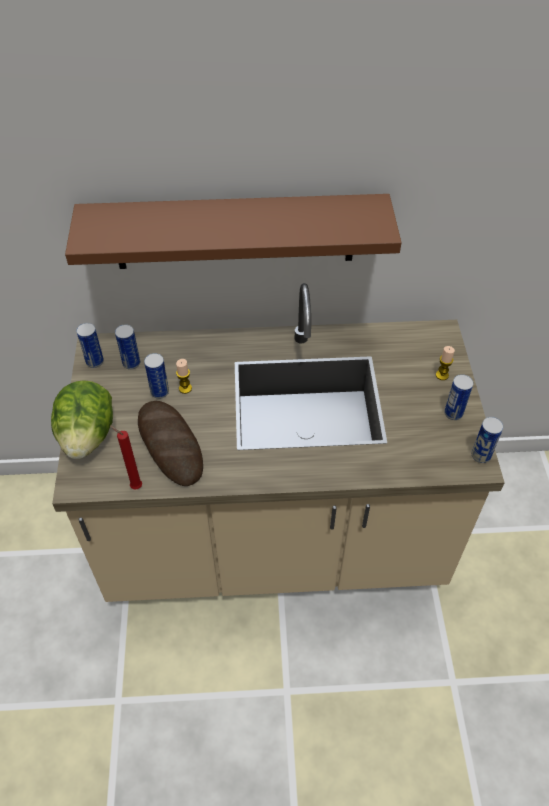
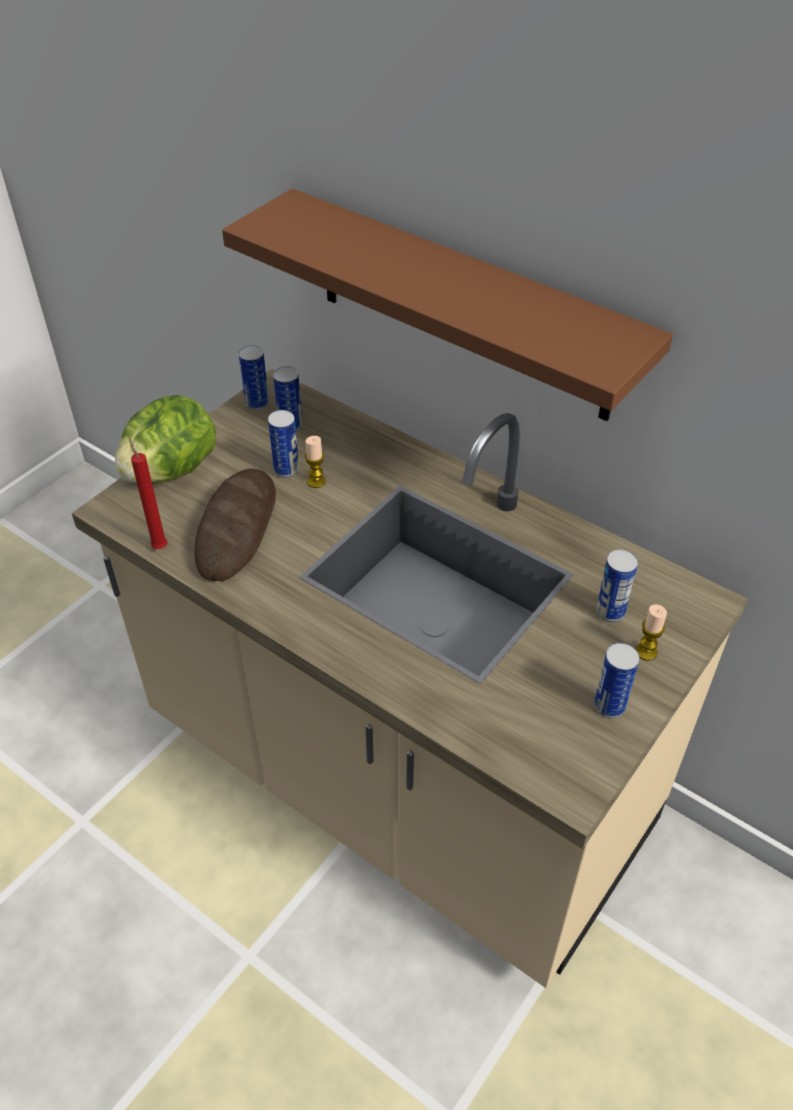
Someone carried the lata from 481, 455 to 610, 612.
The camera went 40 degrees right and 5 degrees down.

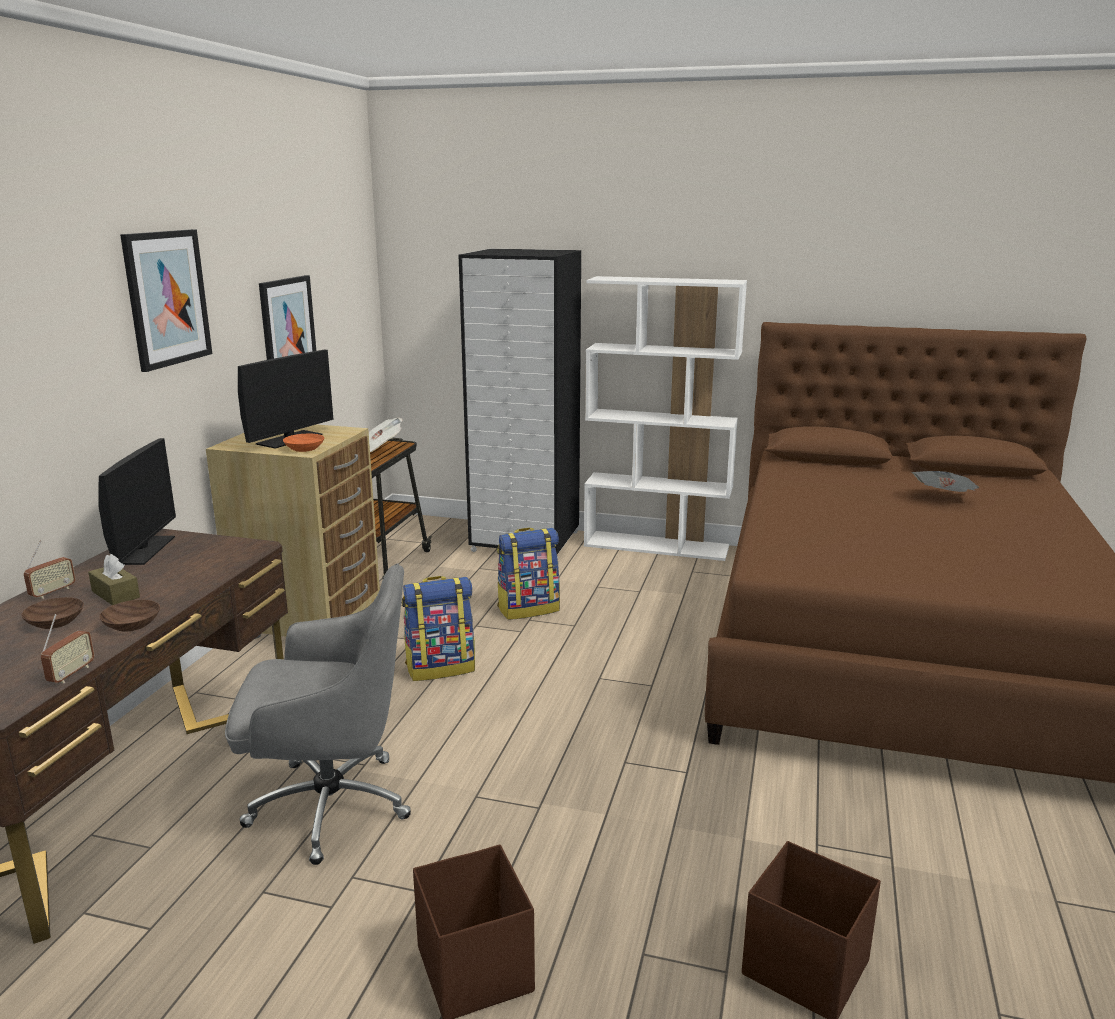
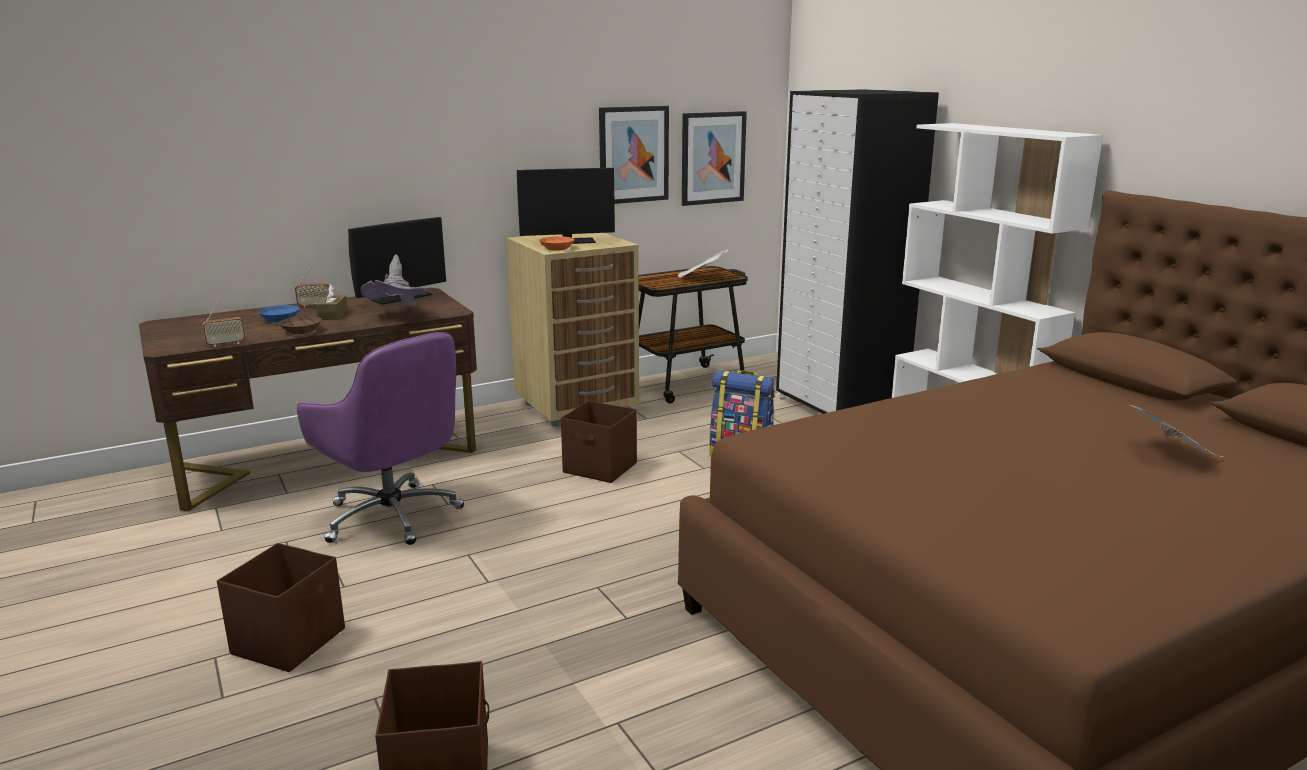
Someone repainted the cuenco [marrón] at 57, 621, which became the cuenco [azul] at 281, 319.
Someone carried the cuadro from 167, 298 to 712, 158.
Someone repainted the silla de oficina [gris] at 331, 806, which became the silla de oficina [morado] at 390, 517.
Someone swapped the mochila at 441, 667 for the caja de almacenaje [marrón] at 600, 468.
Someone put down the sombrero [gris] at 398, 315.
The camera went 45 degrees right and 0 degrees up.

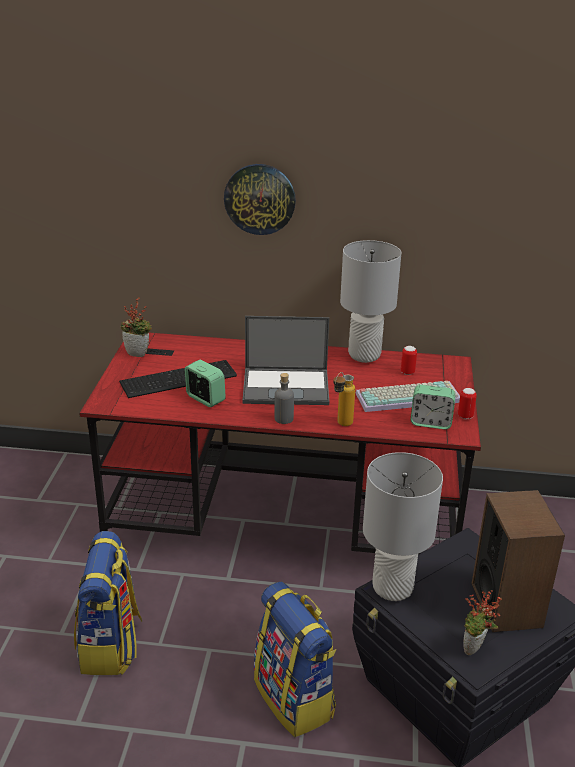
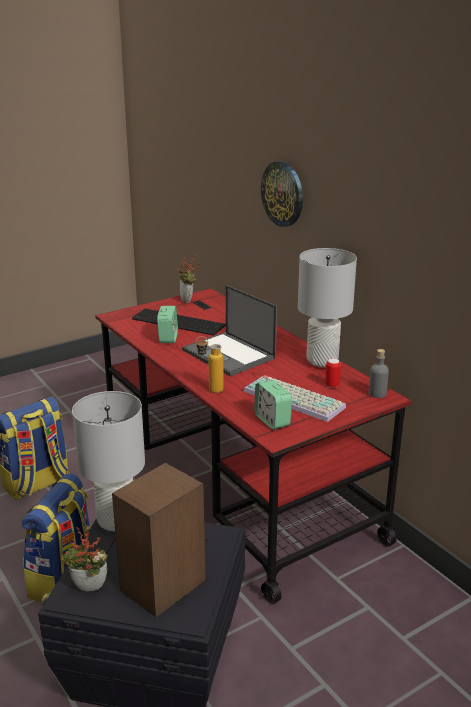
Someone carried the botella [gris] from 283, 419 to 377, 393.
Someone took away the lata at 465, 416.
The camera went 50 degrees right and 5 degrees down.

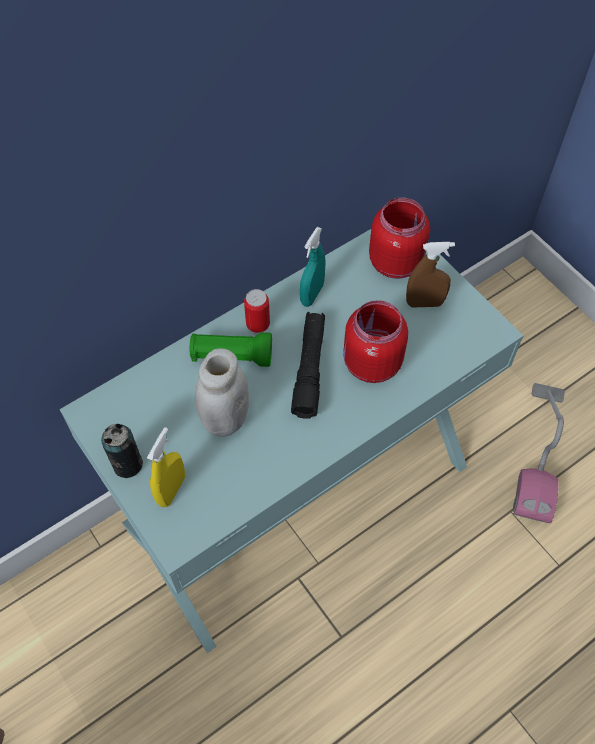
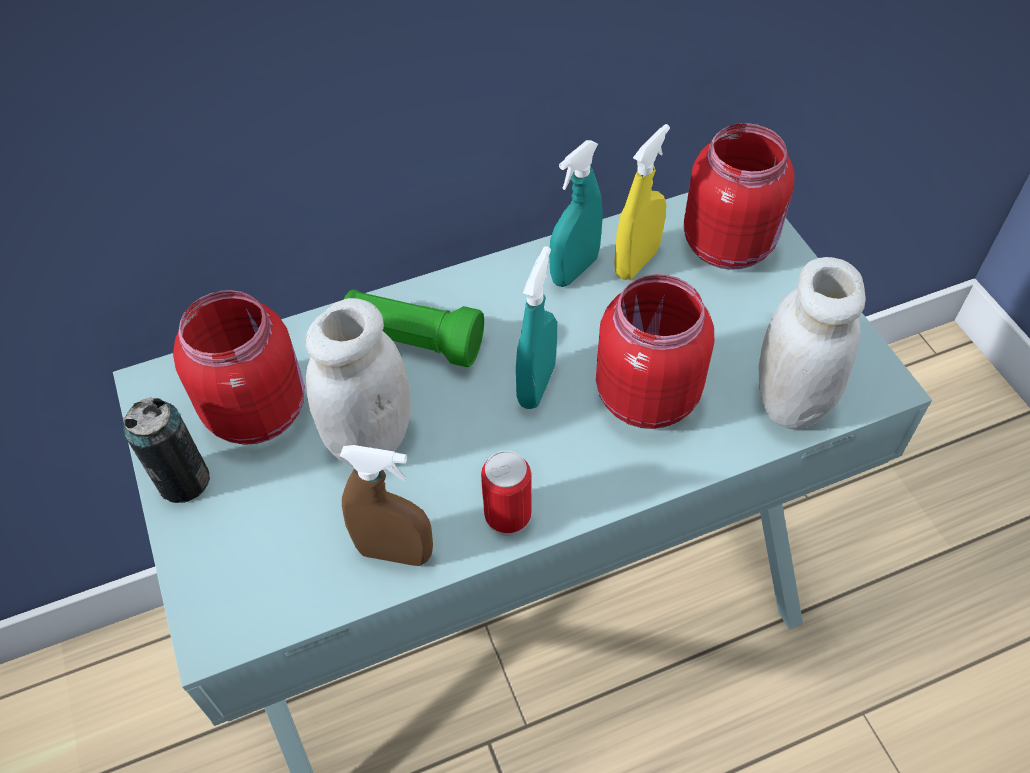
Someone carried the pulverizador [amarillo] from 171, 490 to 636, 262.
Someone carried the lata from 258, 325 to 508, 516.
Someone swapped the linterna [negro] at 309, 369 for the pulverizador [turquesa] at 536, 385.
Someone carried the pulverizador [marrón] from 424, 303 to 395, 552.
Someone took away the aspiradora at 539, 452.
Someone put down the tarro [rojo] at 258, 409.
Someone put down the tarro [blanco] at 790, 401.
The camera went 15 degrees right and 5 degrees down.

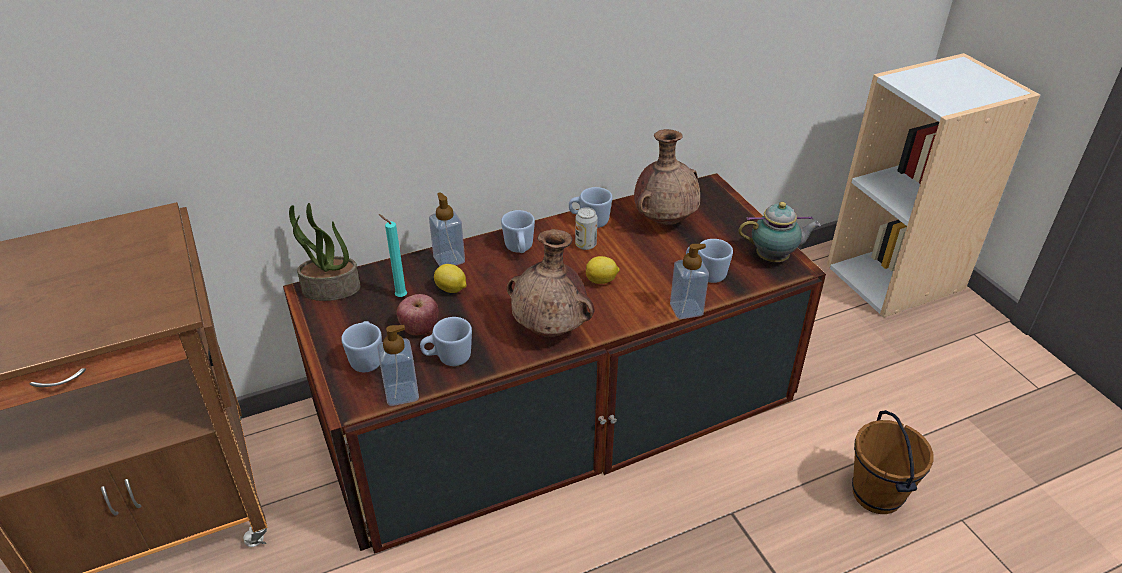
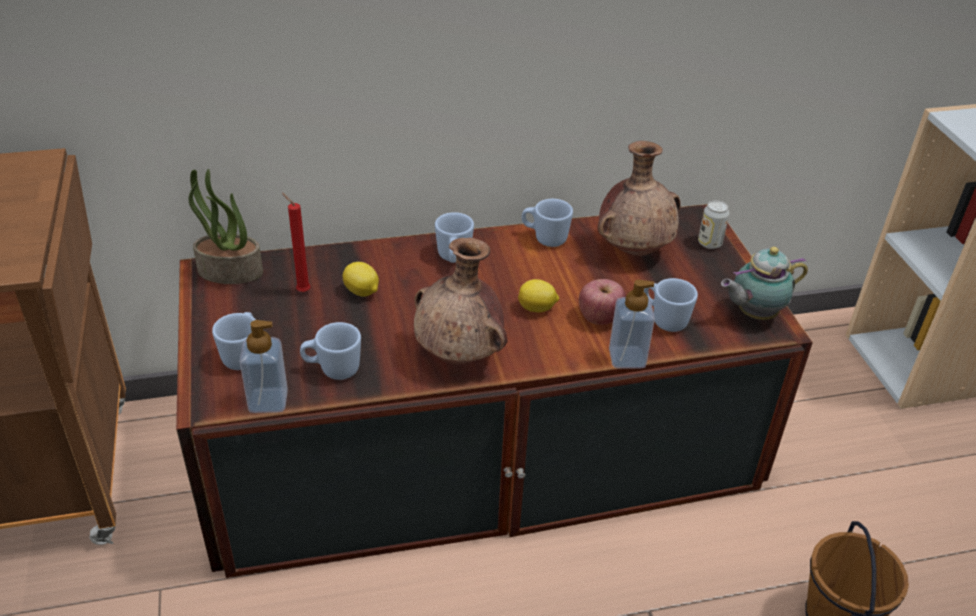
Someone repainted the vela [turquesa] at 399, 296, which became the vela [rojo] at 301, 291.
Someone carried the manzana from 419, 328 to 599, 318.
Someone took away the dispensador de jabón at 449, 259.
Someone carried the lata from 585, 245 to 709, 243.
Someone rotated the tetera at 774, 258 by 150 degrees clockwise.
The camera went 10 degrees right and 0 degrees up.

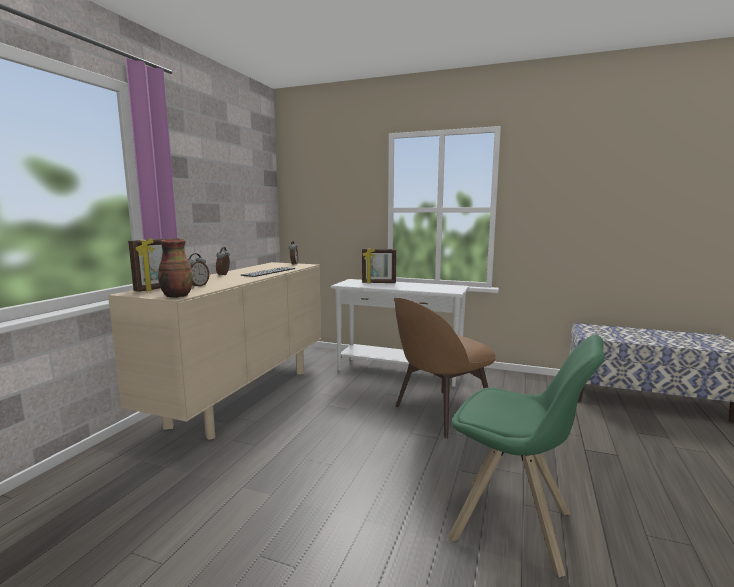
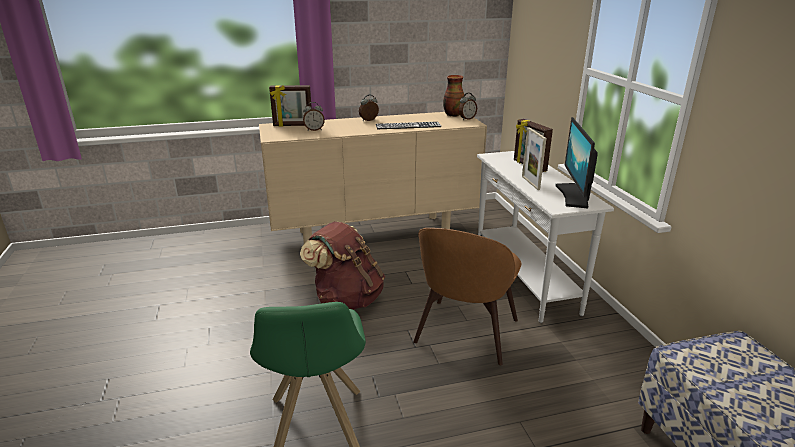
Someone carried the florero from 176, 296 to 453, 115.
Someone rotated the silla [marrón] at 440, 413 by 90 degrees counterclockwise.
Someone put down the mochila [marrón] at 347, 299.
Someone put down the portarretratos at 530, 183.
Someone put down the monitor at 573, 196.
The camera went 55 degrees right and 15 degrees up.

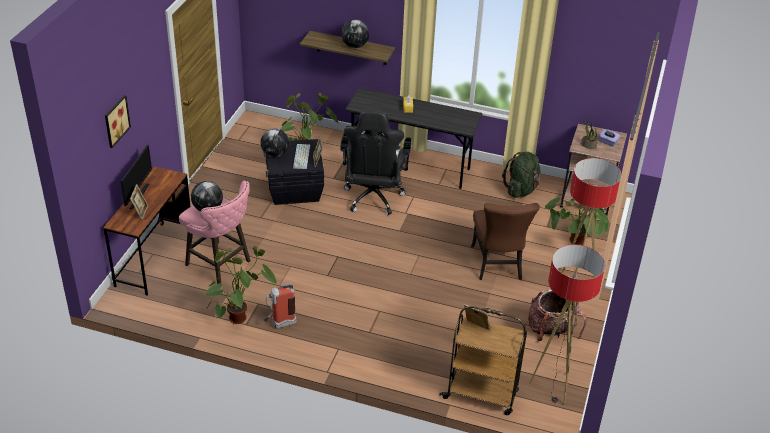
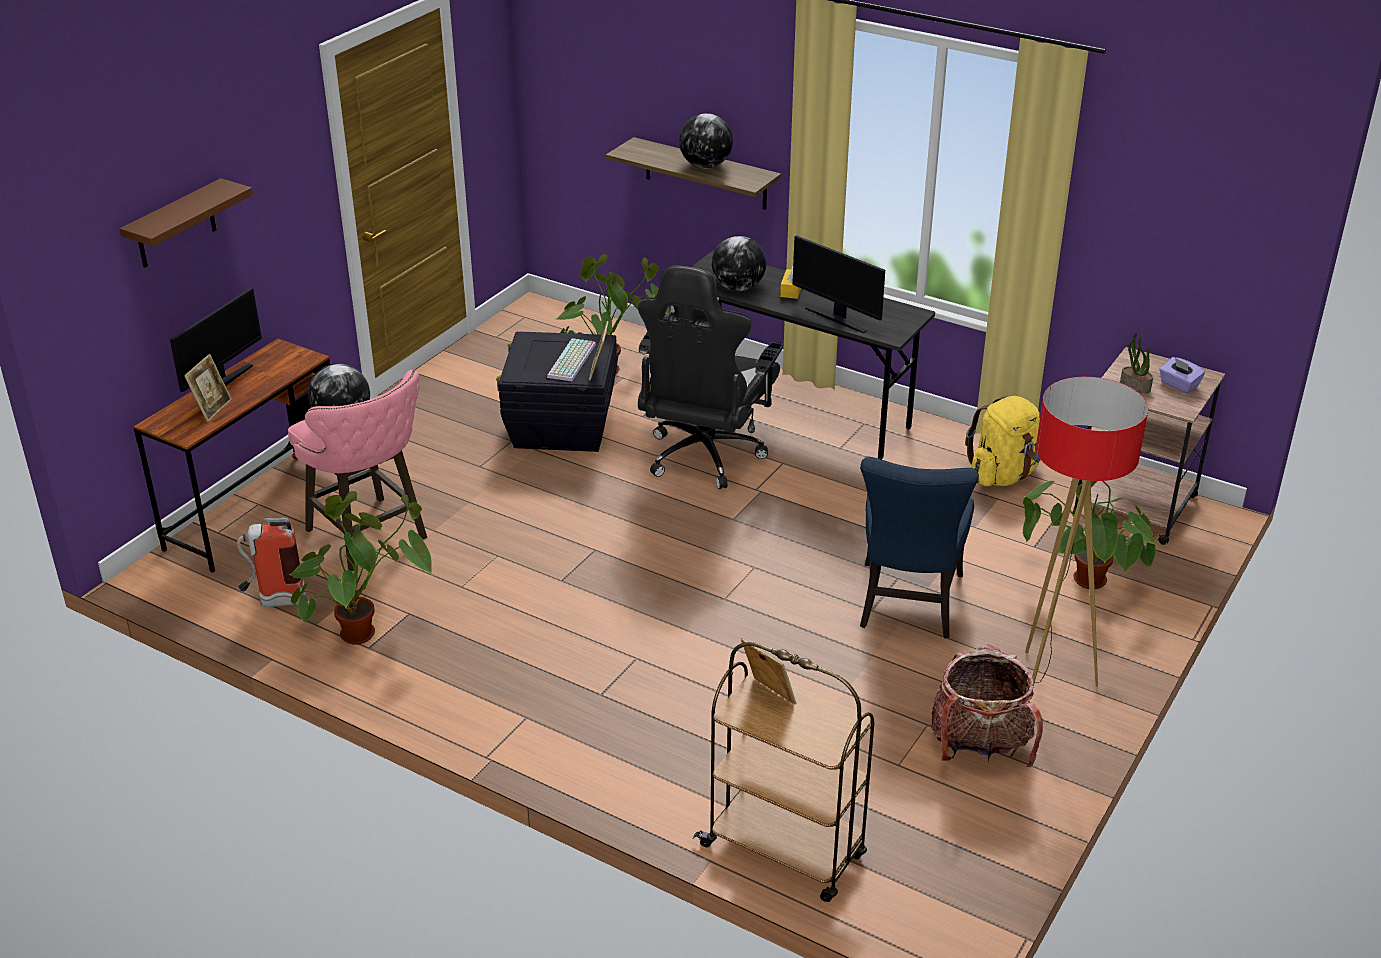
Someone swapped the cuadro at 115, 120 for the estante [marrón] at 175, 225.
Someone carried the globo terráqueo from 275, 154 to 738, 288.
Someone carried the extintor from 279, 324 to 274, 601.
Someone repainted the silla [marrón] at 498, 265, which became the silla [azul] at 908, 605.
Someone repainted the mochila [verde] at 521, 190, which became the mochila [amarillo] at 1003, 475.
Someone took away the lámpara de pie at 553, 387.
Someone put down the monitor at 837, 319.
The camera went 15 degrees right and 5 degrees down.

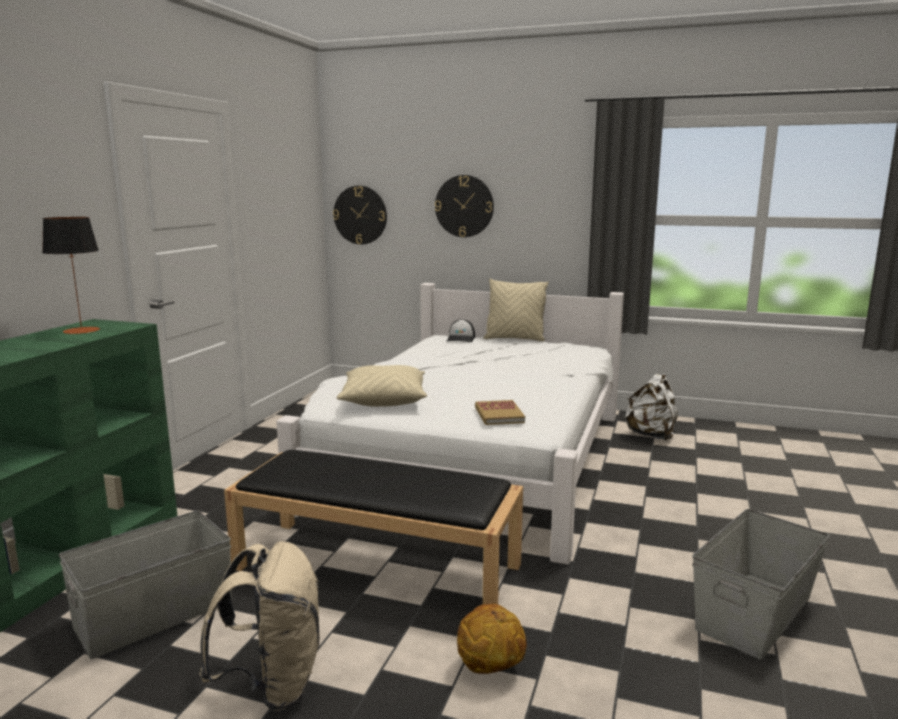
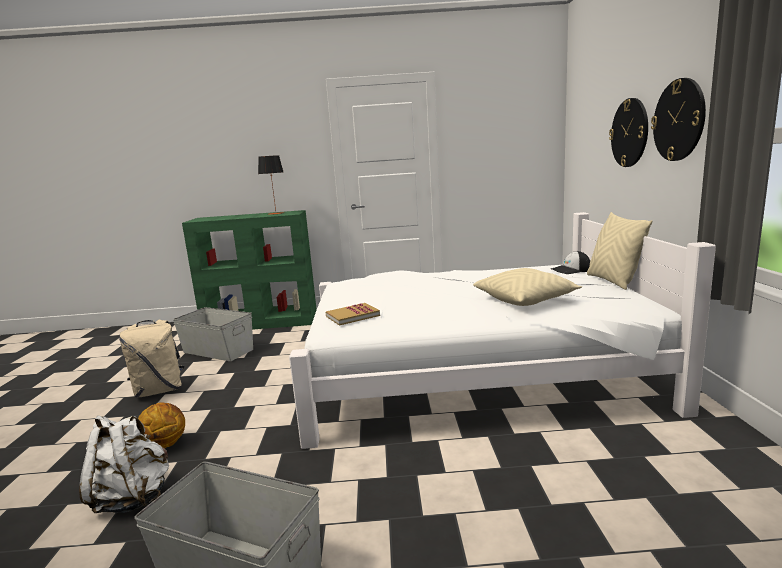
Someone took away the banco [negro] at 379, 566.
Someone carried the reloj de pared from 360, 215 to 679, 120.
Someone carried the cojín [beis] from 383, 399 to 525, 299.
Someone carried the mochila [blanco] from 651, 435 to 133, 497.
The camera went 70 degrees right and 0 degrees up.

